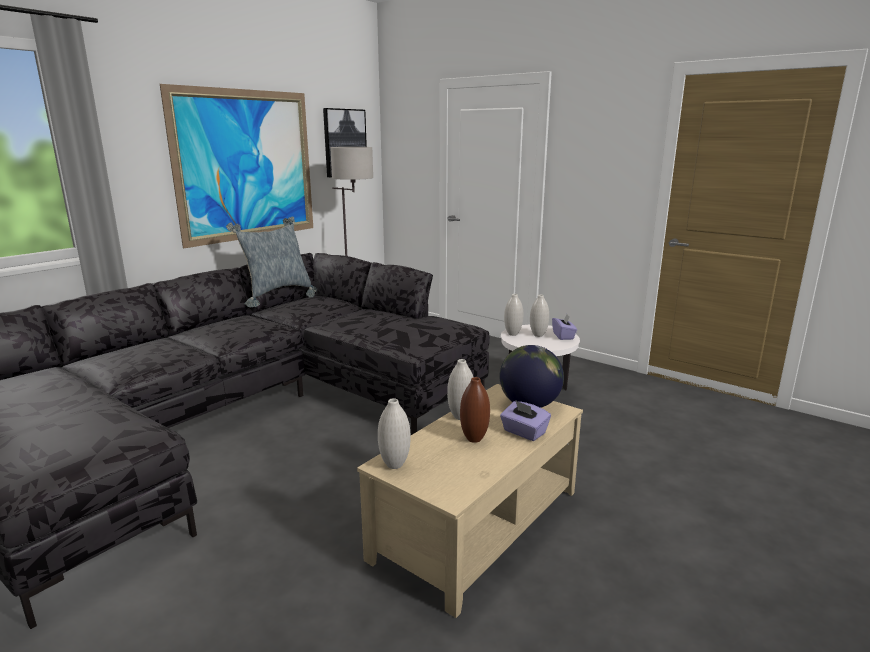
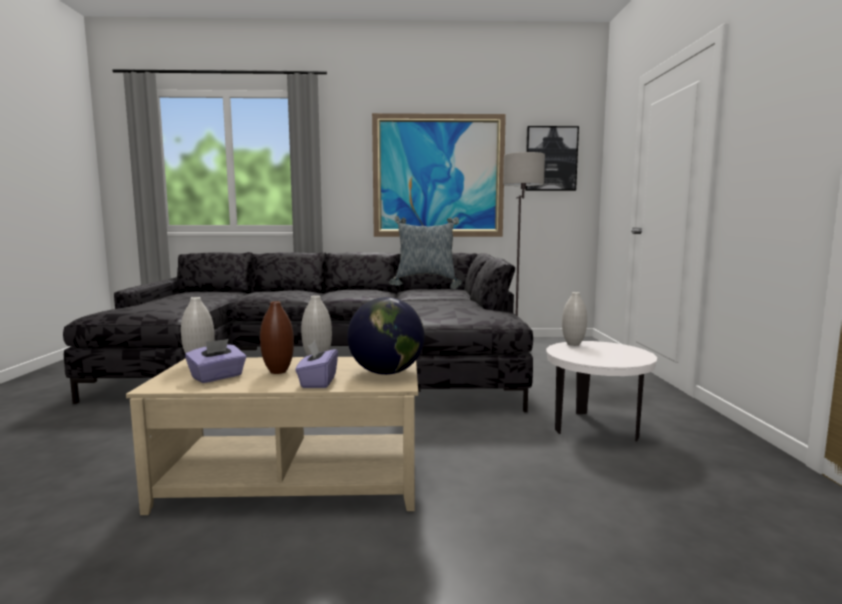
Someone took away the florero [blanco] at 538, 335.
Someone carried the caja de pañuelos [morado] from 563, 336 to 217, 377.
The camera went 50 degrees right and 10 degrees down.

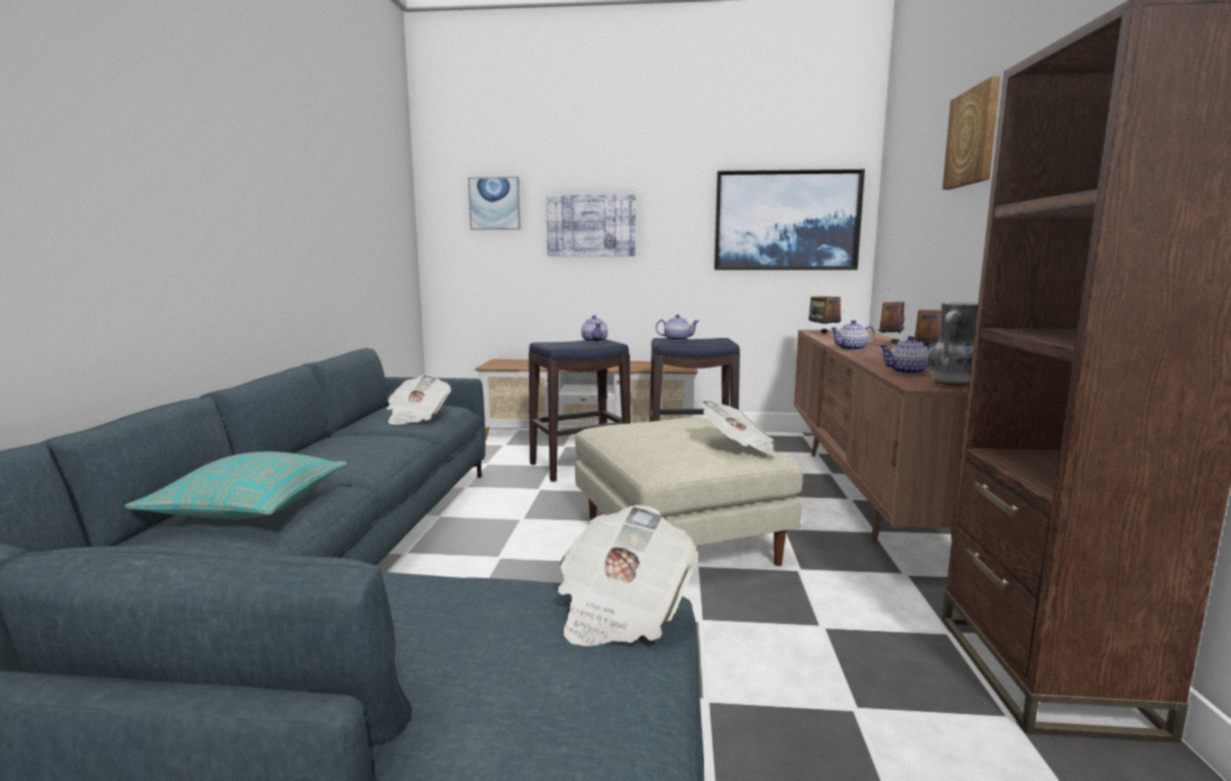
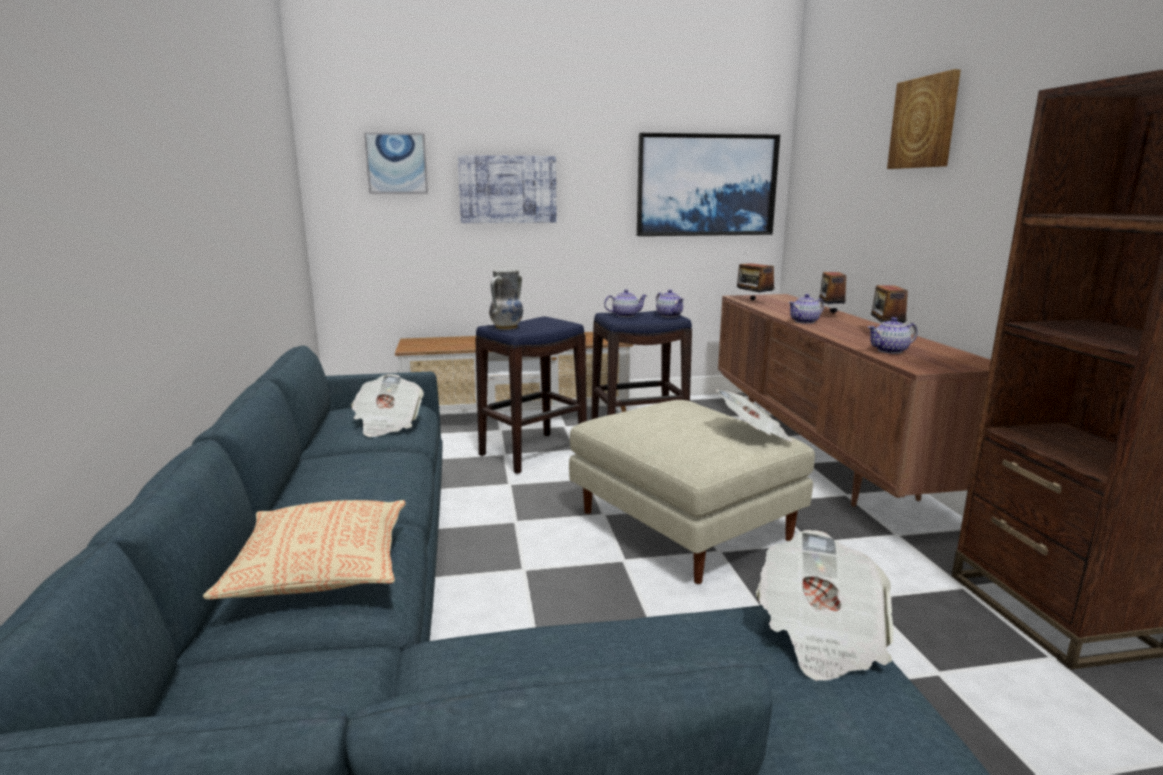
Someone repainted the cojín [turquesa] at 250, 508, which became the cojín [beis] at 322, 570.
Someone carried the tetera from 594, 341 to 669, 315.
Someone carried the florero from 952, 385 to 507, 328.
The camera went 15 degrees left and 5 degrees up.

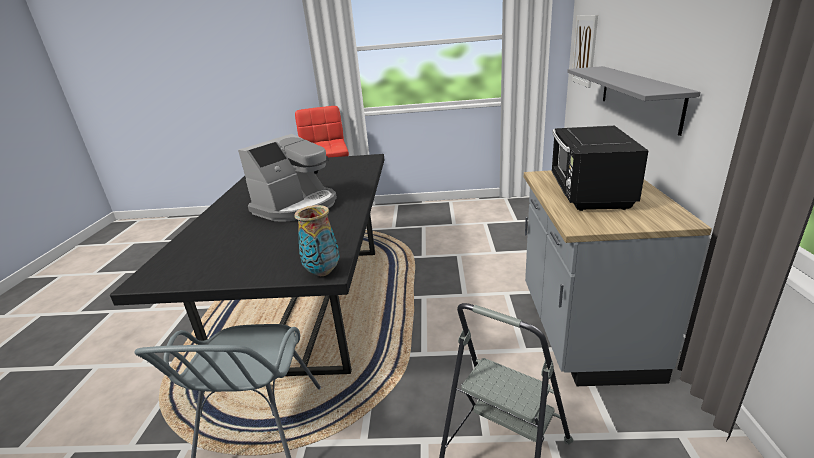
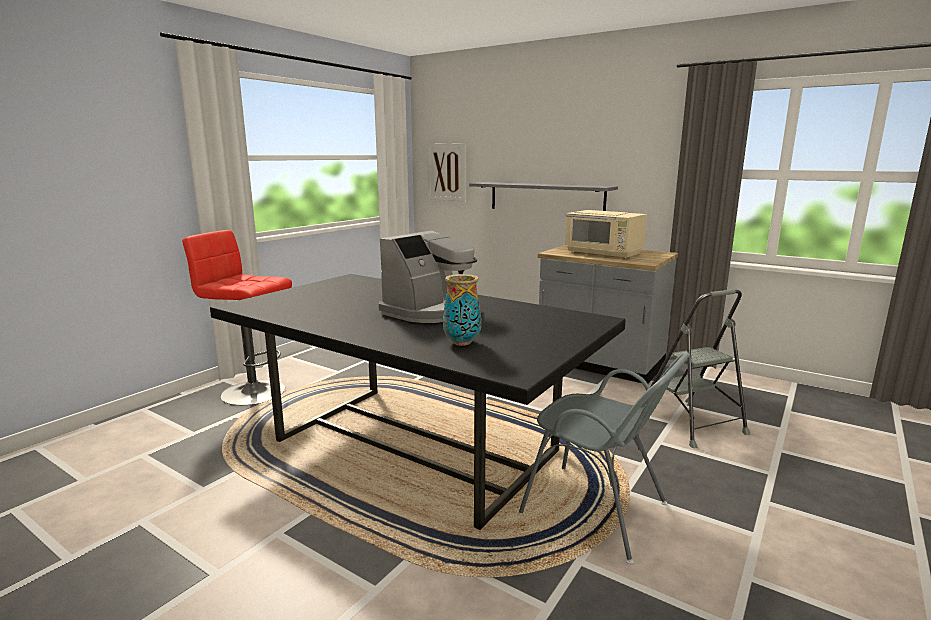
Someone rotated the cafetera at 297, 206 by 60 degrees clockwise.
Someone carried the florero from 323, 272 to 462, 343.
Someone repainted the microondas [negro] at 589, 194, which became the microondas [beis] at 604, 253.
The camera went 60 degrees left and 10 degrees down.

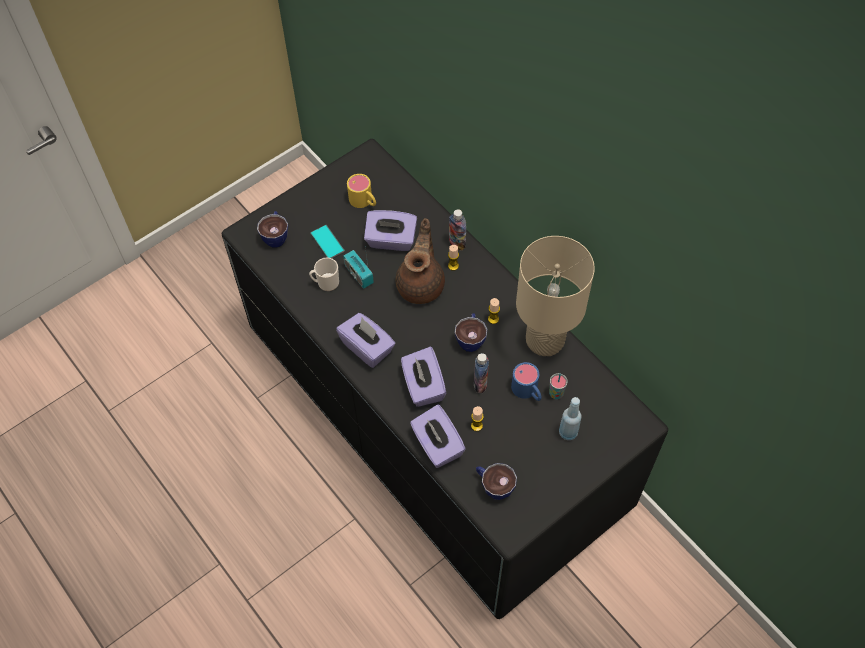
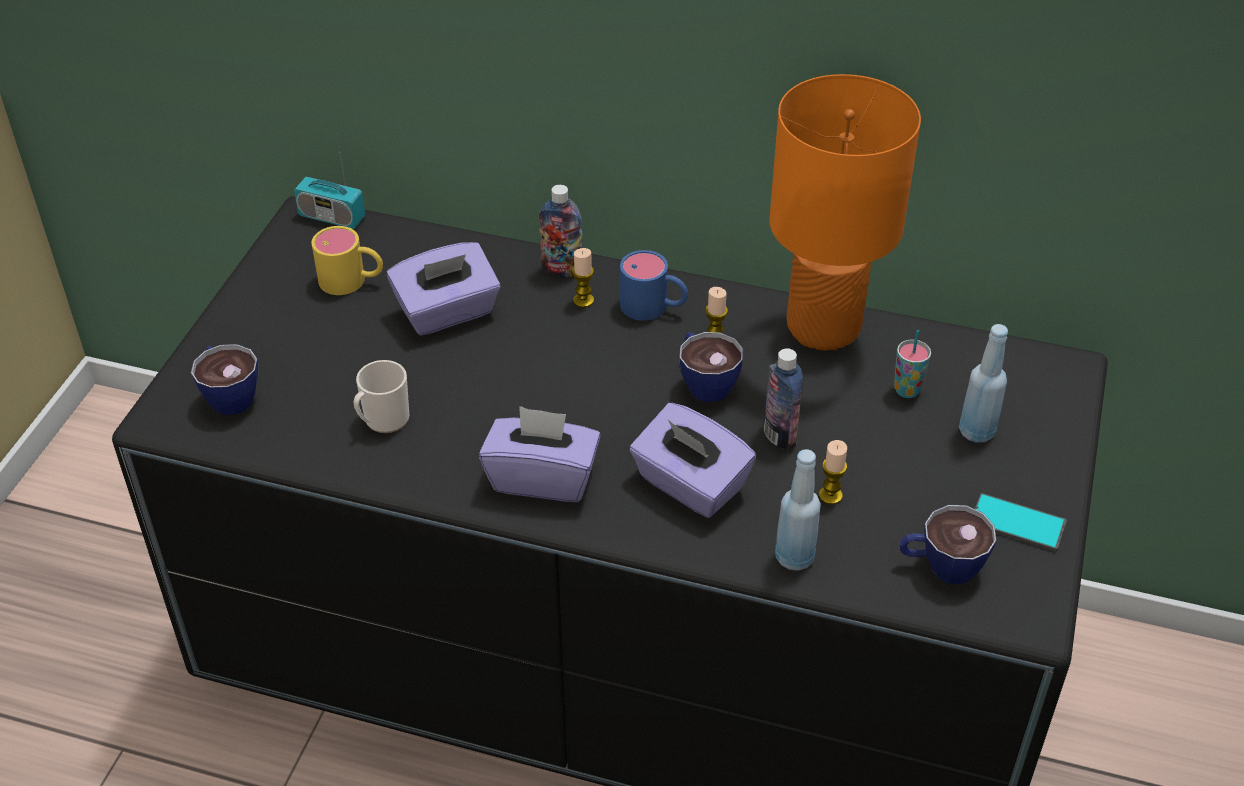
Someone carried the móvil from 327, 242 to 1017, 523.
Someone carried the radio from 359, 274 to 332, 217.
Someone took away the tetera [marrón] at 421, 284.
Someone swapped the caja de pañuelos [morado] at 437, 445 for the botella [azul] at 794, 557.
Someone carried the taza grande [azul] from 528, 391 to 654, 307.
Someone repainted the lámpara de mesa [beis] at 544, 342, which became the lámpara de mesa [naranja] at 822, 332.
The camera went 35 degrees left and 15 degrees down.

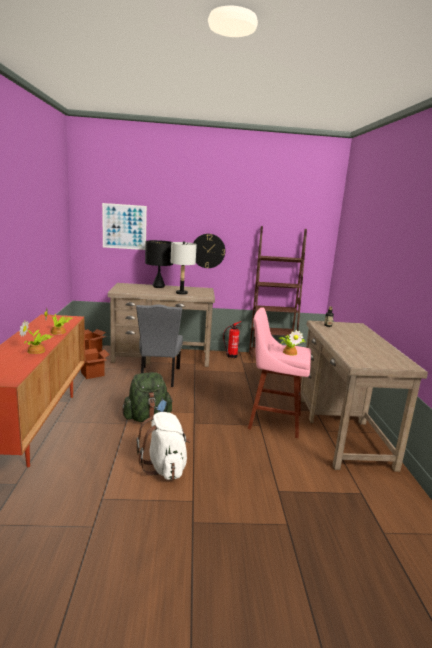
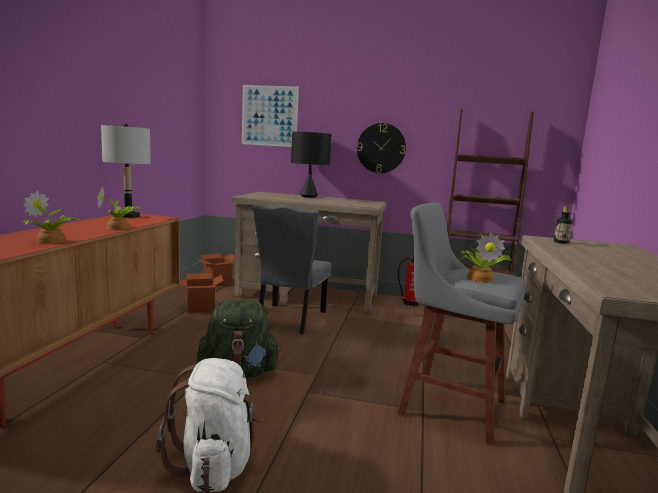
Someone carried the lámpara de mesa [gris] from 181, 293 to 128, 216.
Someone repainted the taburete [rosa] at 273, 421, which became the taburete [gris] at 449, 406.
The camera went 15 degrees right and 5 degrees down.

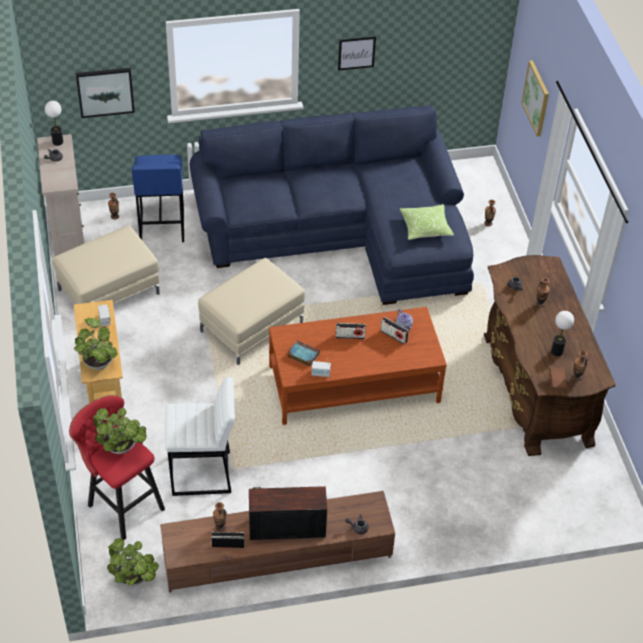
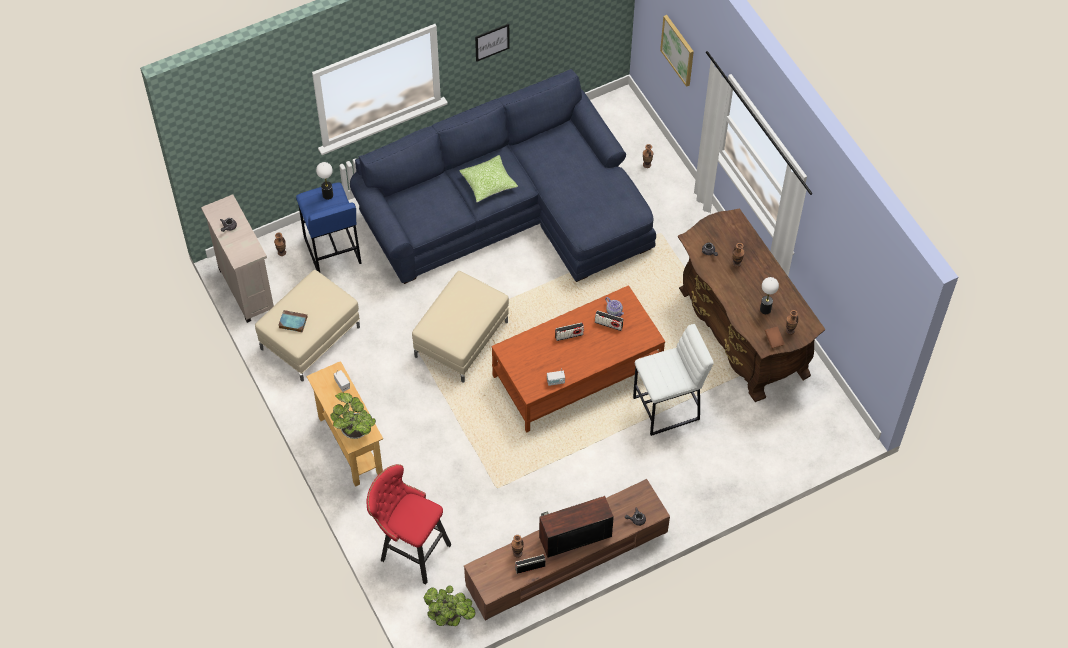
Someone carried the lámpara de mesa from 58, 142 to 328, 195.
Someone took away the cuadro at 105, 91.
Someone took away the planta en maceta at 122, 448.
Someone carried the taburete [blanco] from 203, 473 to 668, 408.
Someone carried the libro from 302, 355 to 292, 322.
Someone carried the cojín from 425, 227 to 488, 183.
The camera went 15 degrees left and 10 degrees up.

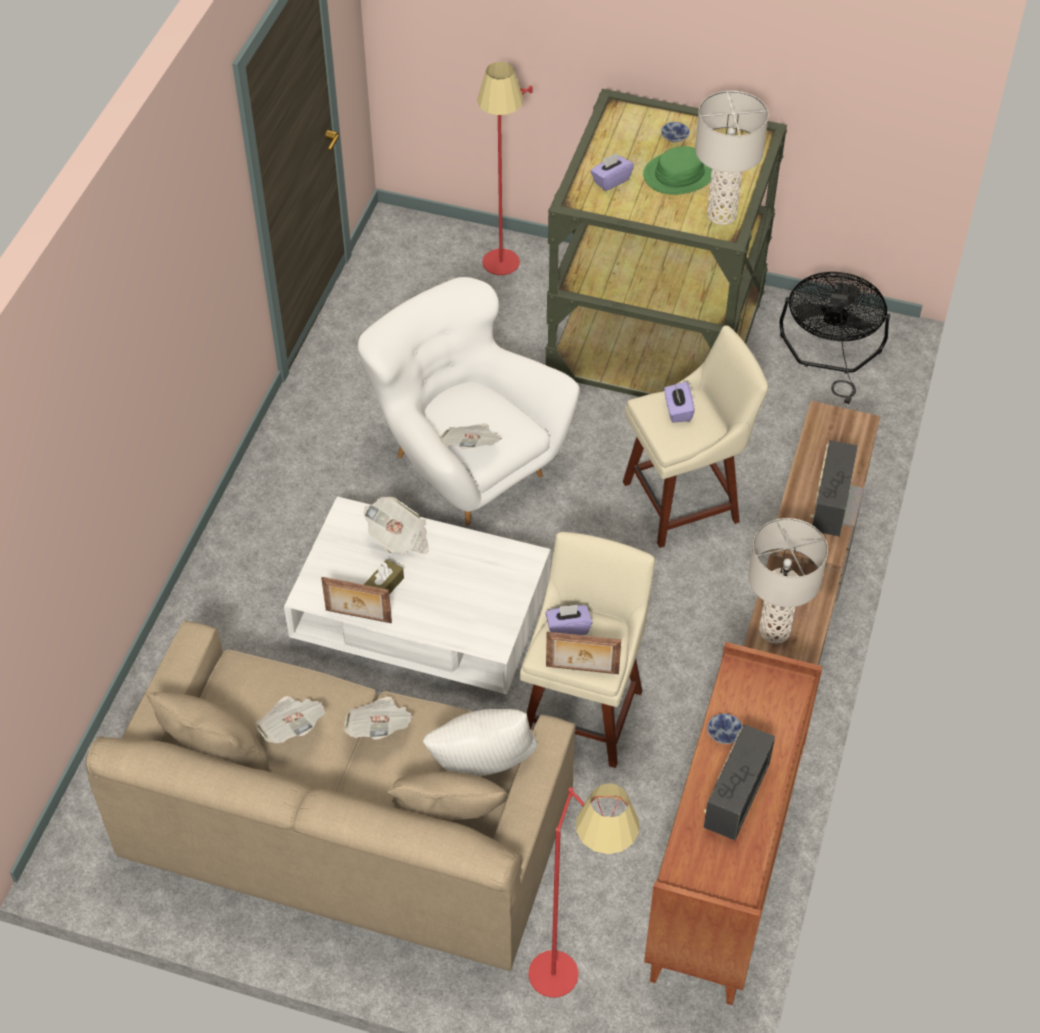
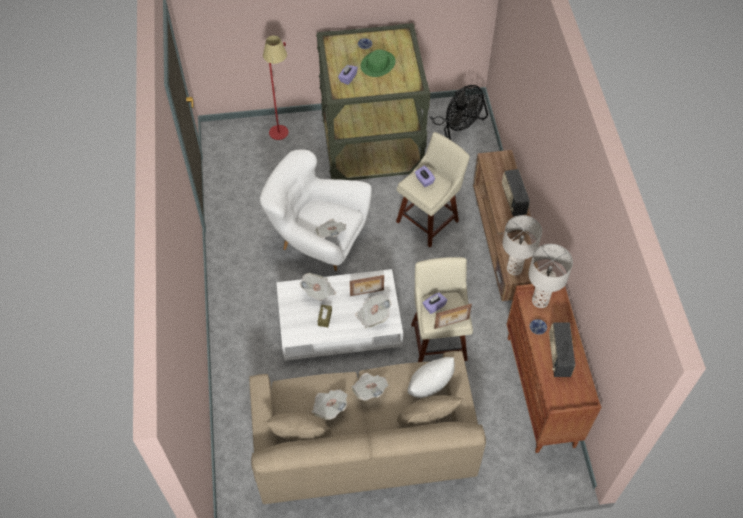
Someone carried the portarretratos from 358, 617 to 367, 293.
Someone took away the lámpara de pie [rojo] at 576, 973.
Someone carried the lámpara de mesa [blanco] from 722, 214 to 540, 300.
Someone rotated the ventilador [negro] at 831, 359 by 150 degrees clockwise.
Someone put down the periódico at 373, 316.
The camera went 25 degrees left and 5 degrees up.

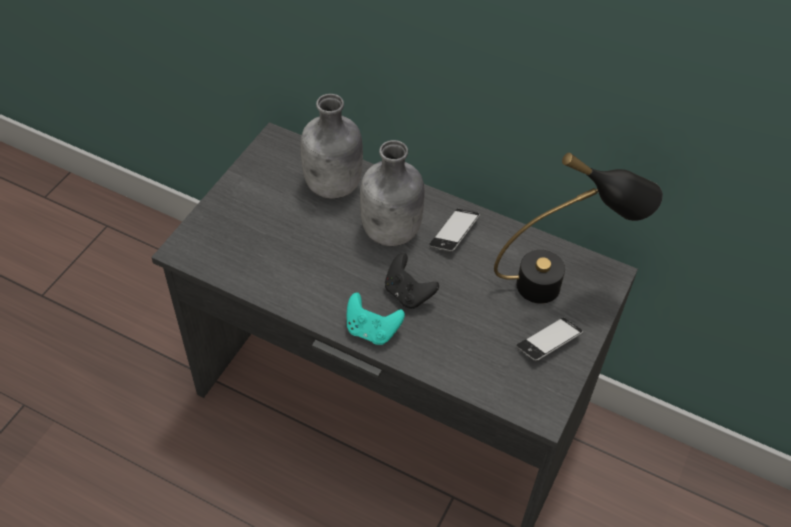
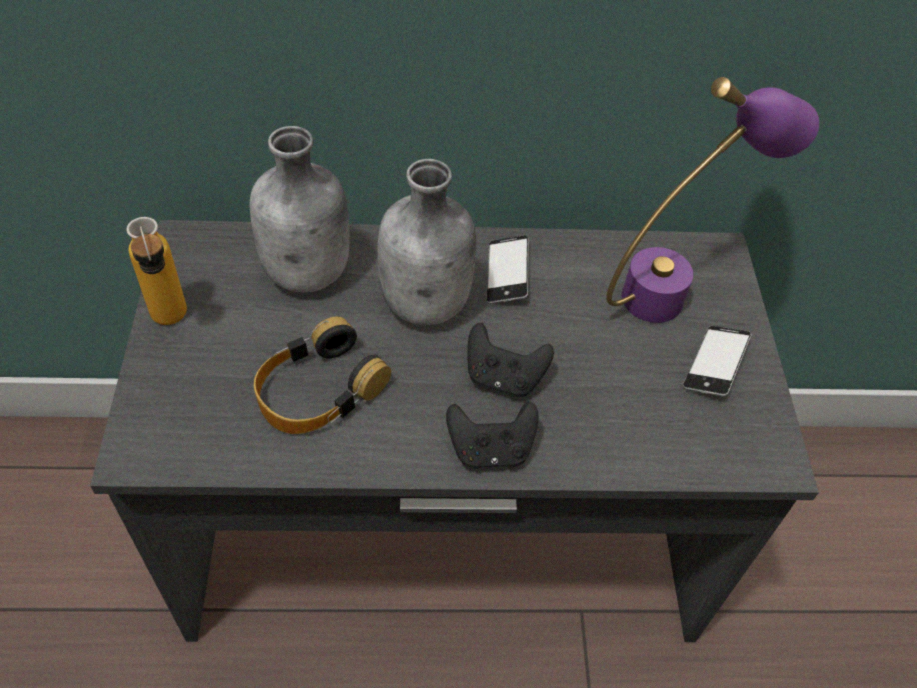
Someone repainted the mando de consola [turquesa] at 372, 330, which became the mando de consola [negro] at 490, 450.
Someone repainted the lámpara de mesa [negro] at 560, 284, which became the lámpara de mesa [morado] at 675, 287.
Someone put down the botella at 172, 324.
Someone put down the auriculares at 318, 390.
The camera went 30 degrees left and 0 degrees up.

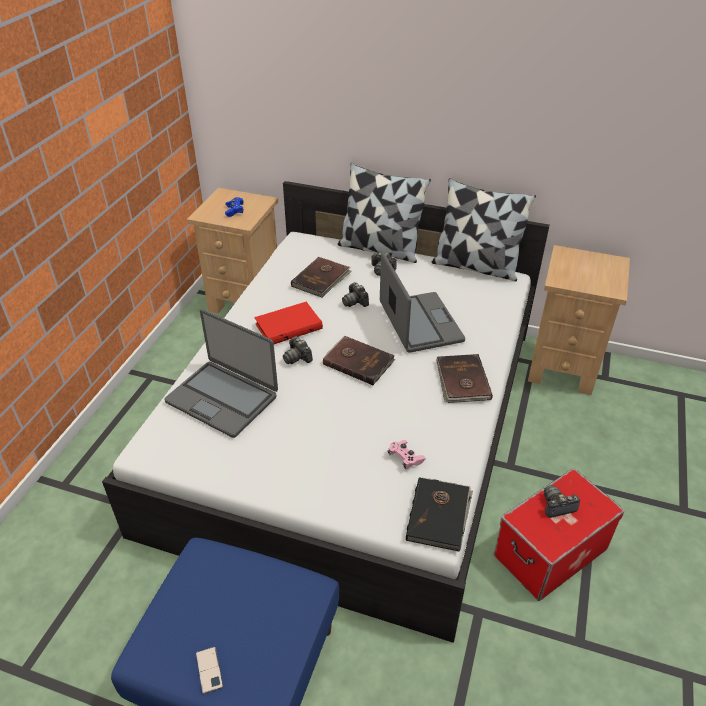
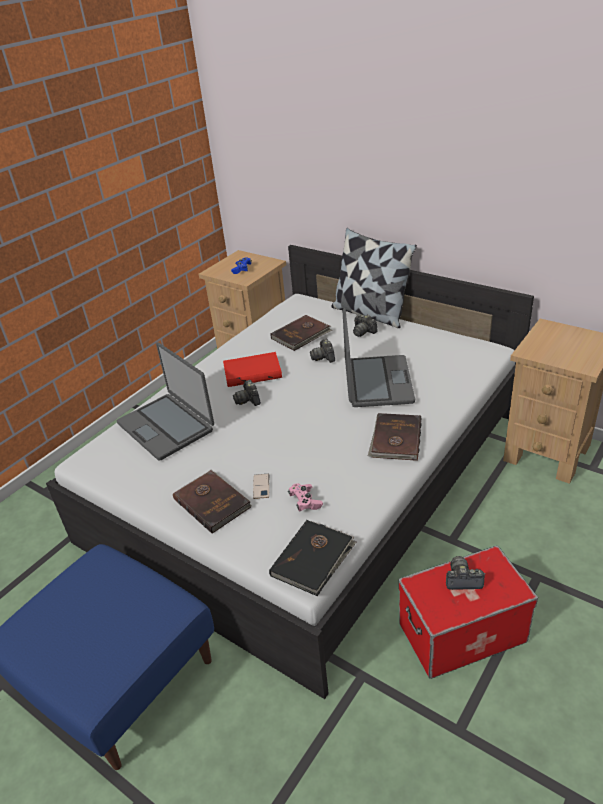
Someone carried the móvil from 209, 670 to 261, 486.
Someone carried the libro [marrón] from 358, 361 to 212, 502.
Someone took away the cojín at 476, 266.
The camera went 20 degrees right and 5 degrees down.

